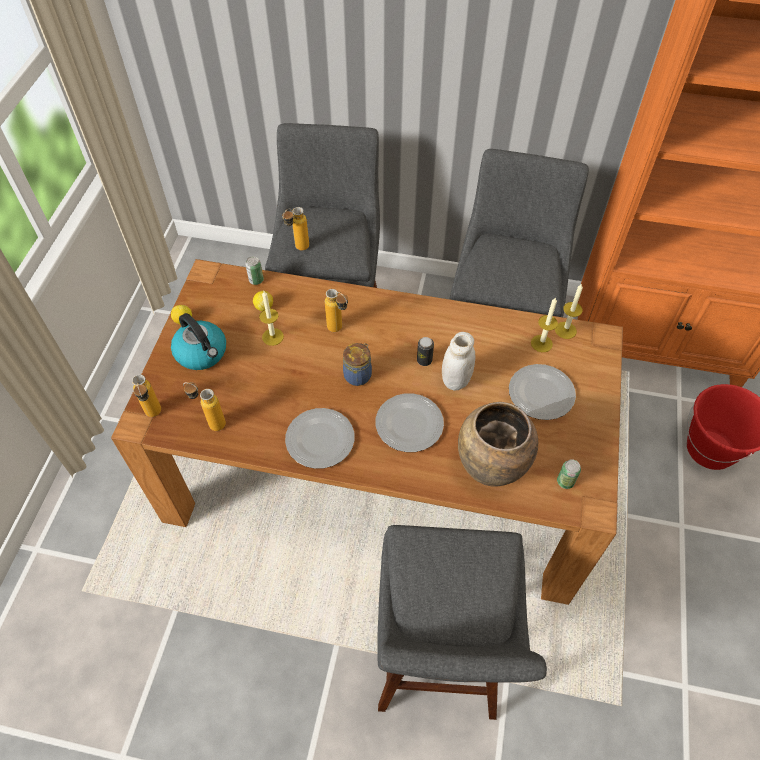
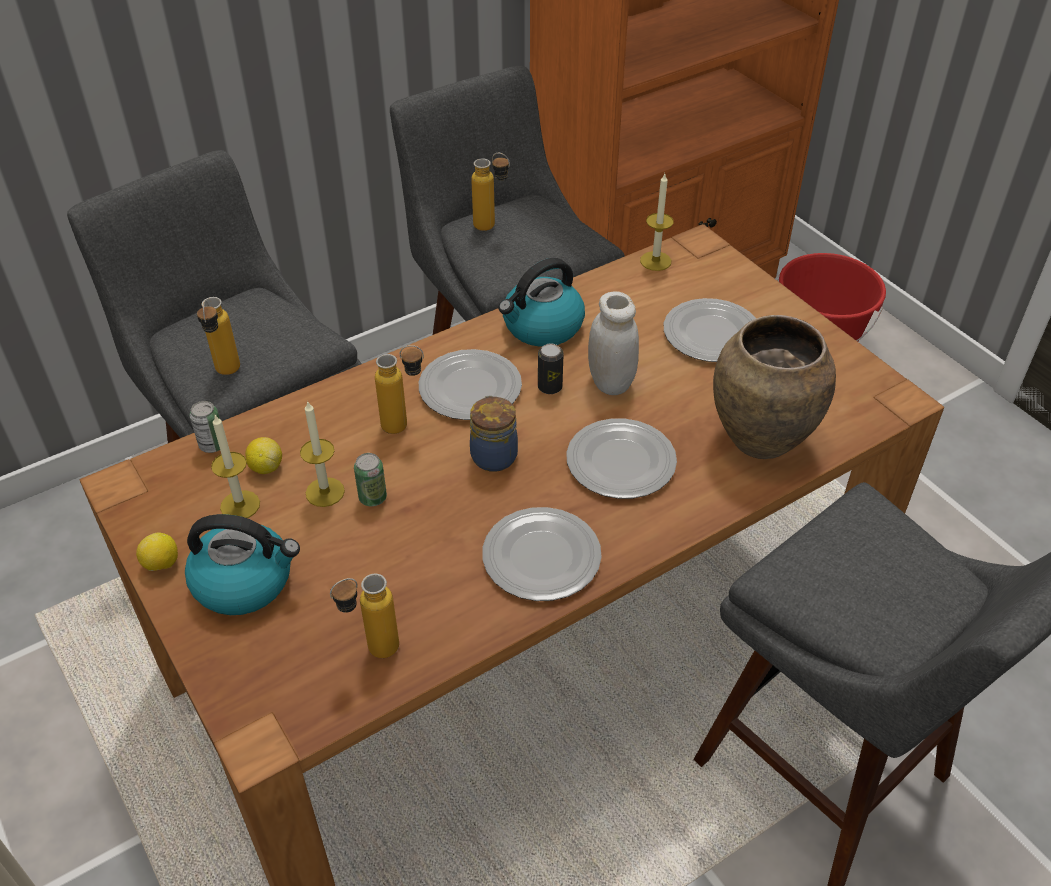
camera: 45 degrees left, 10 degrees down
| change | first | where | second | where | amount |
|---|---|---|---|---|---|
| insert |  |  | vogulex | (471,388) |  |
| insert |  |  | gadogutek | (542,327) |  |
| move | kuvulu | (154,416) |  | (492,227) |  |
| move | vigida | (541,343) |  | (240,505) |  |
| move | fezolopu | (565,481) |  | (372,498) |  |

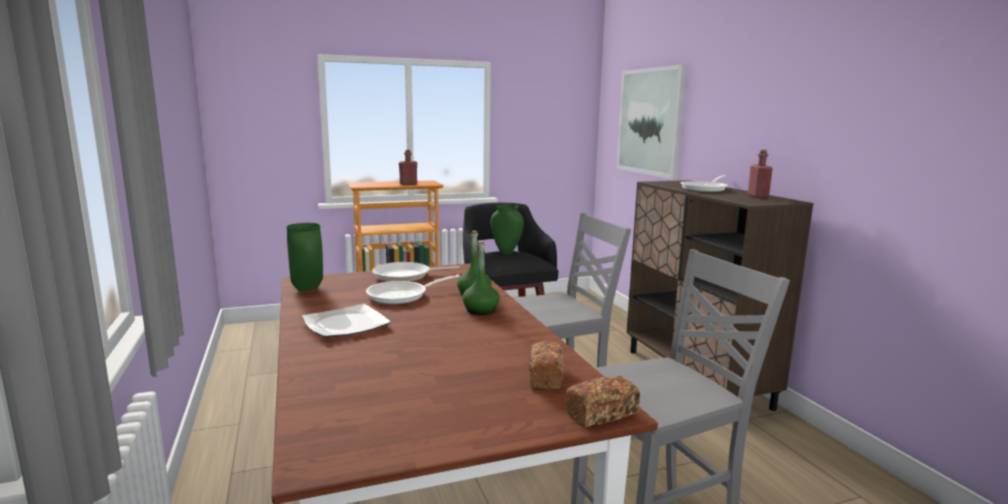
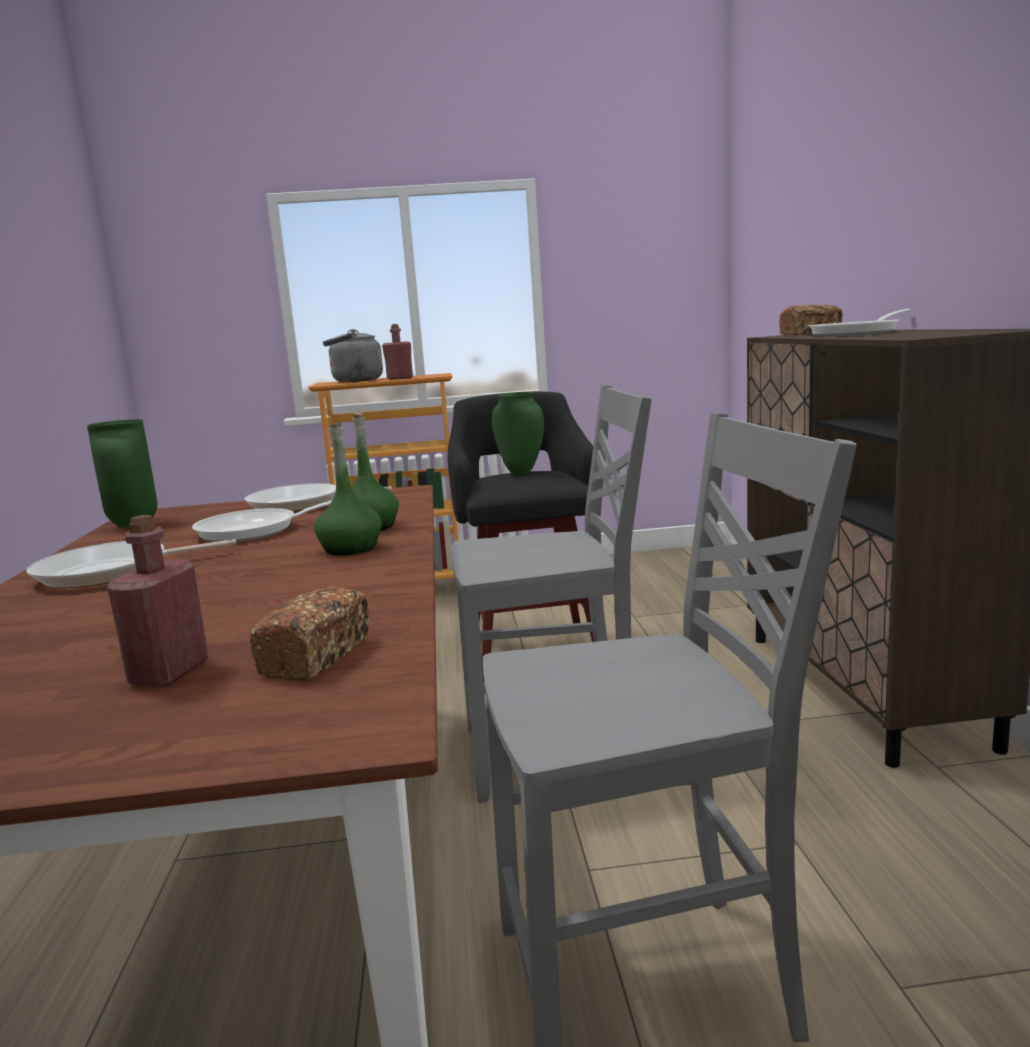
camera: 15 degrees right, 0 degrees up
| change | first | where | second | where | amount |
|---|---|---|---|---|---|
| delete | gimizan | (650,121) |  |  |  |
| insert |  |  | grey_gadogutek | (354,381) |  |
| move | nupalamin | (601,414) |  | (810,334) |  |
| move | red_kuvulu | (757,196) |  | (169,673) |  |
| replace | vogulex | (347,325) | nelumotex | (111,572) |  |

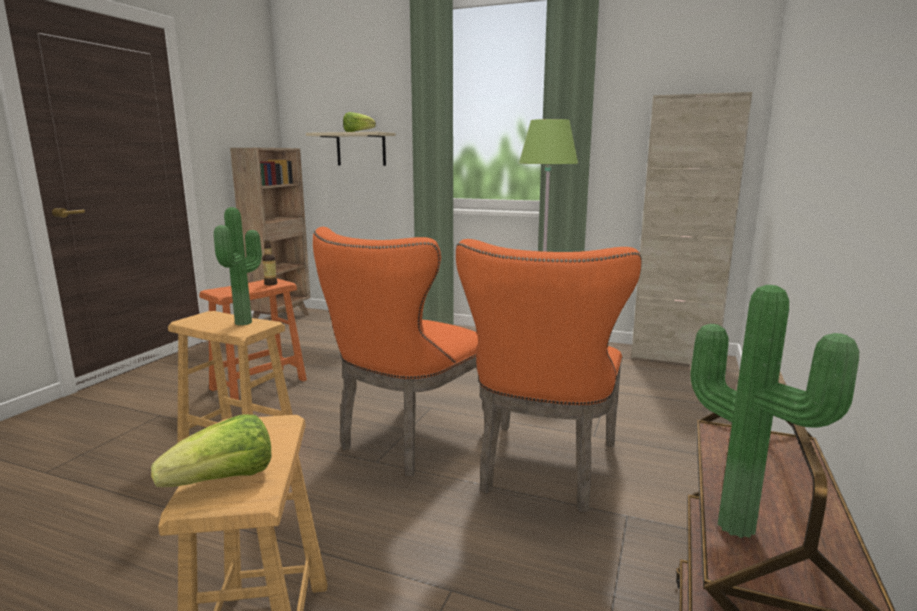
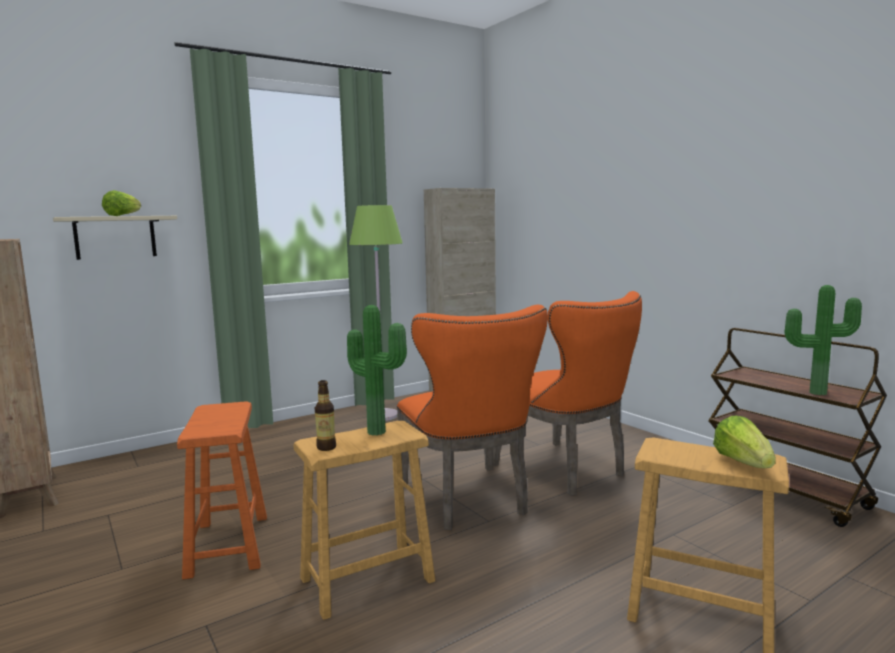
camera: 55 degrees left, 5 degrees down
| change | first | where | second | where | amount |
|---|---|---|---|---|---|
| move | kuvulu | (270,284) |  | (326,447) |  |

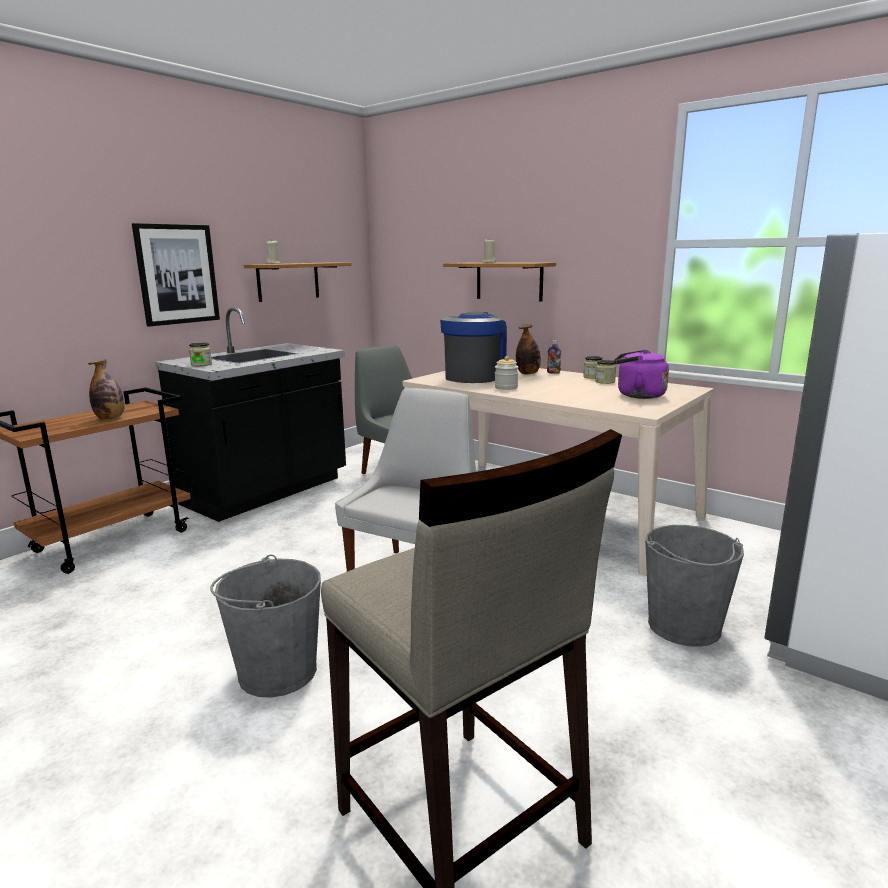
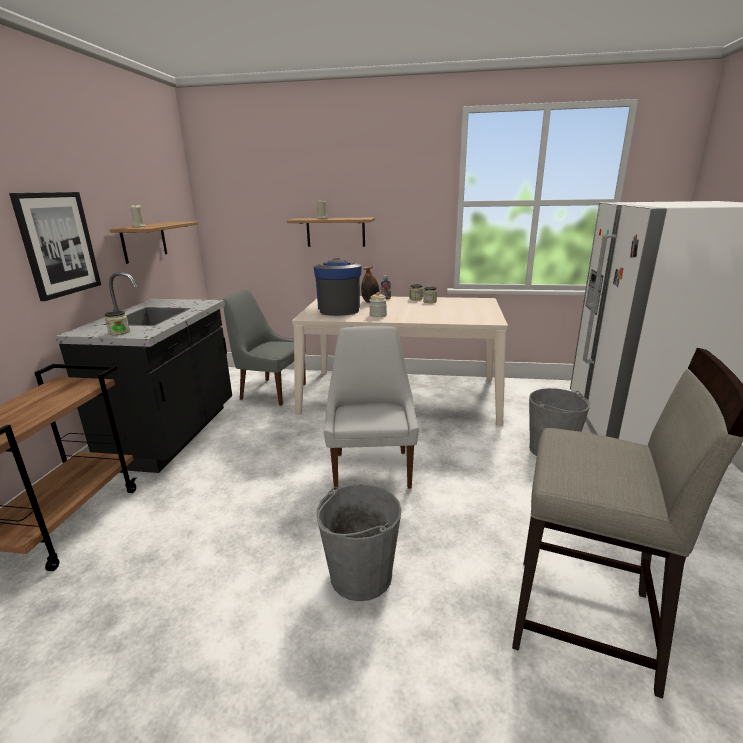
camera: 30 degrees left, 5 degrees up
| change | first | where | second | where | amount |
|---|---|---|---|---|---|
| delete | kuvulu | (110,418) |  |  |  |
| delete | purple_gadogutek | (637,395) |  |  |  |

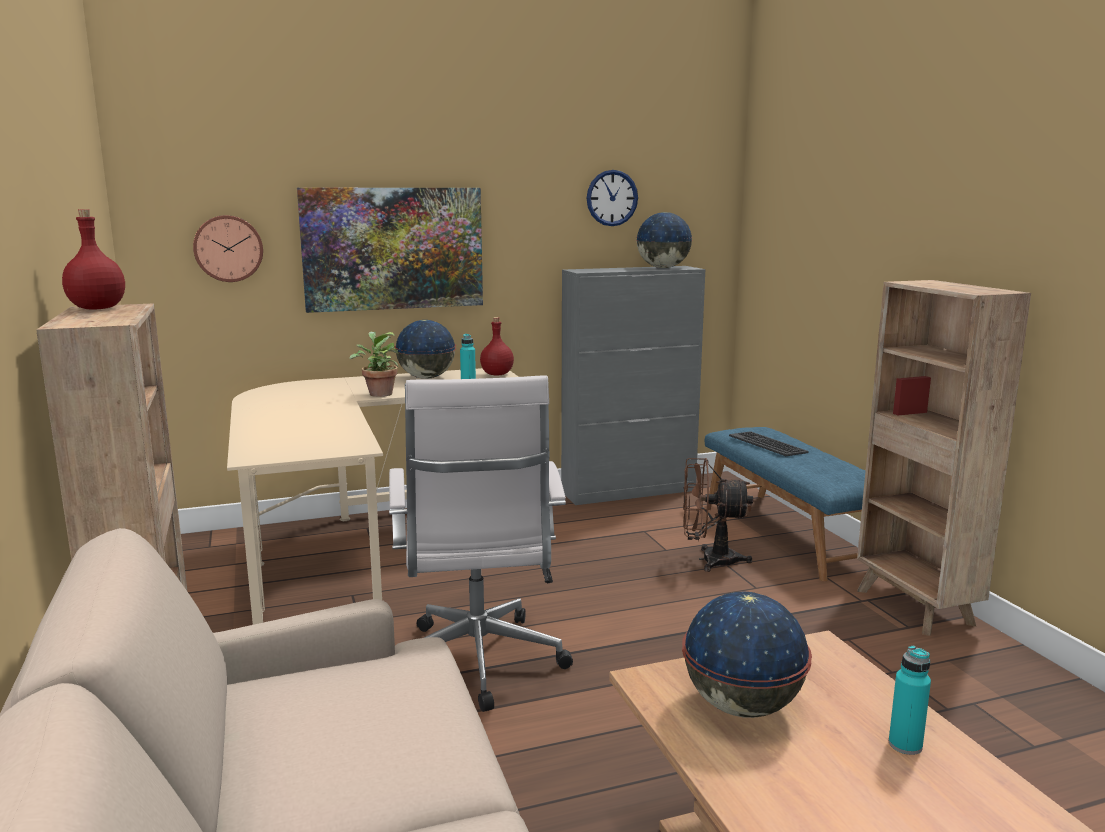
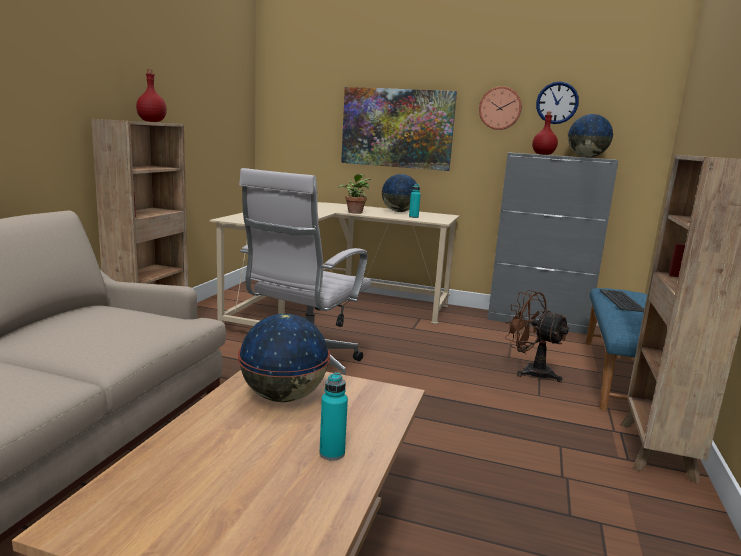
camera: 35 degrees right, 0 degrees up
| change | first | where | second | where | amount |
|---|---|---|---|---|---|
| move | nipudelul | (228,248) |  | (500,108) |  |
| move | red_kuvulu | (496,374) |  | (542,154) |  |

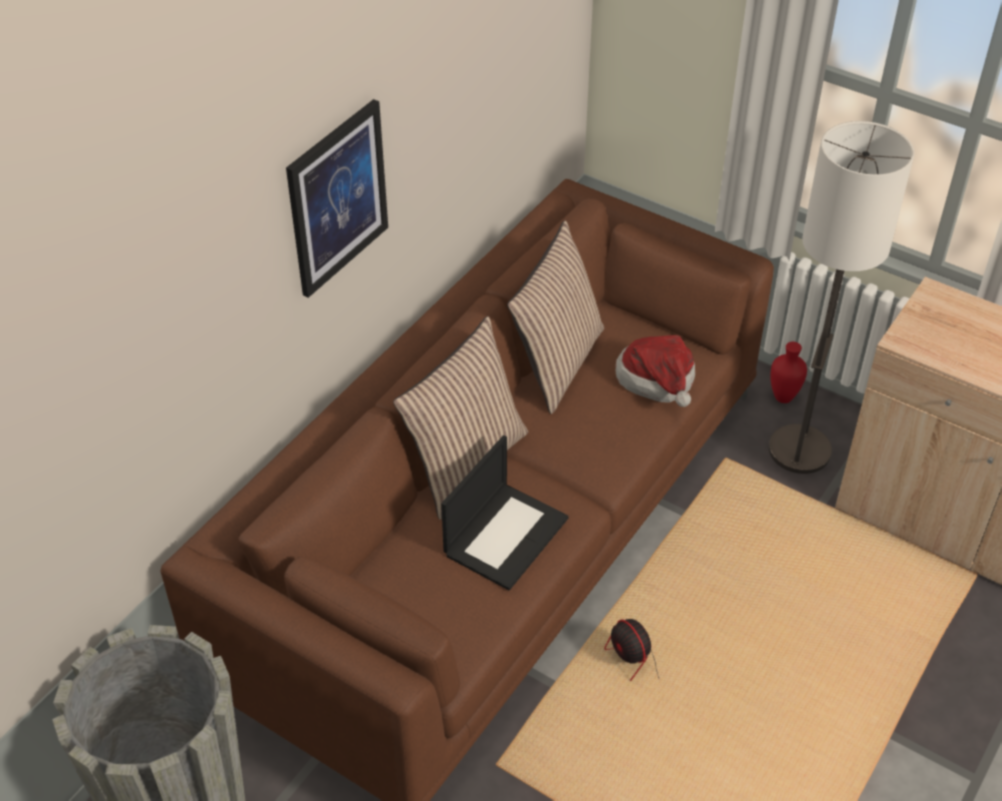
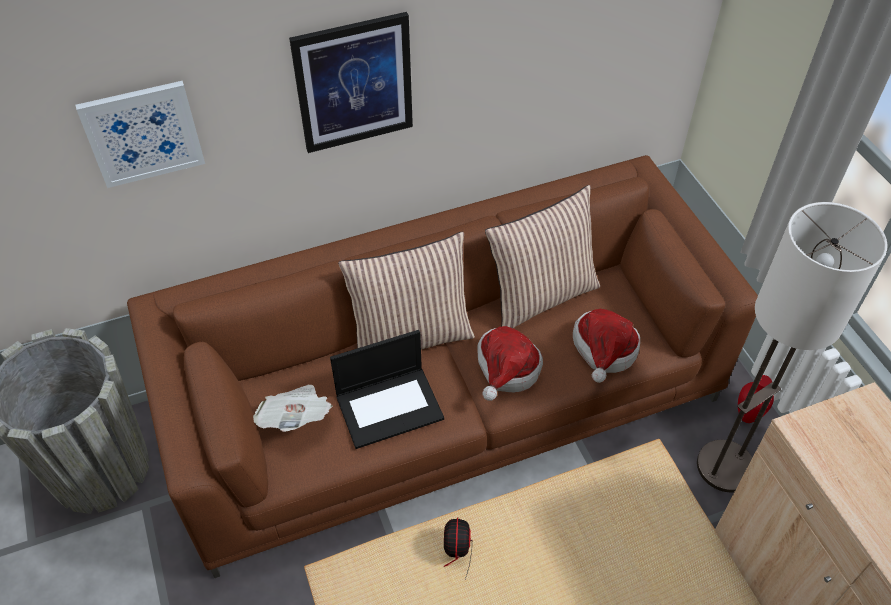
camera: 35 degrees right, 5 degrees up
| change | first | where | second | where | amount |
|---|---|---|---|---|---|
| insert |  |  | gimizan | (143,133) |  |
| insert |  |  | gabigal | (296,418) |  |
| insert |  |  | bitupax | (506,371) |  |

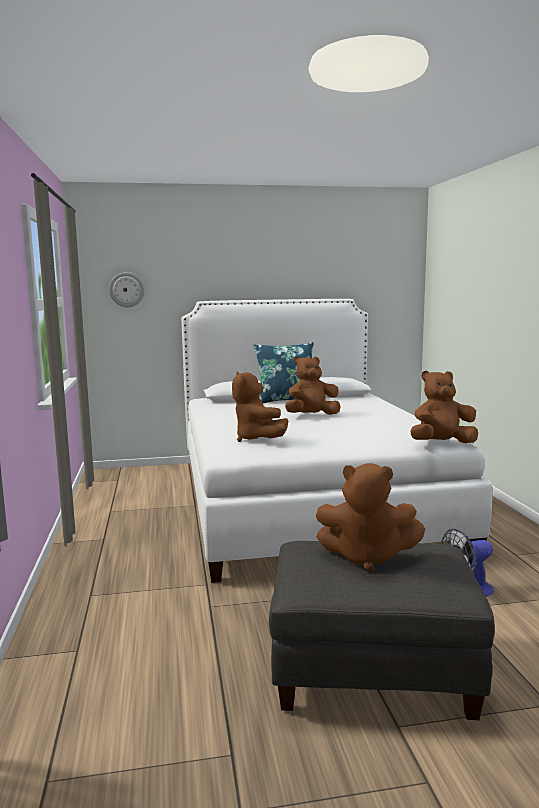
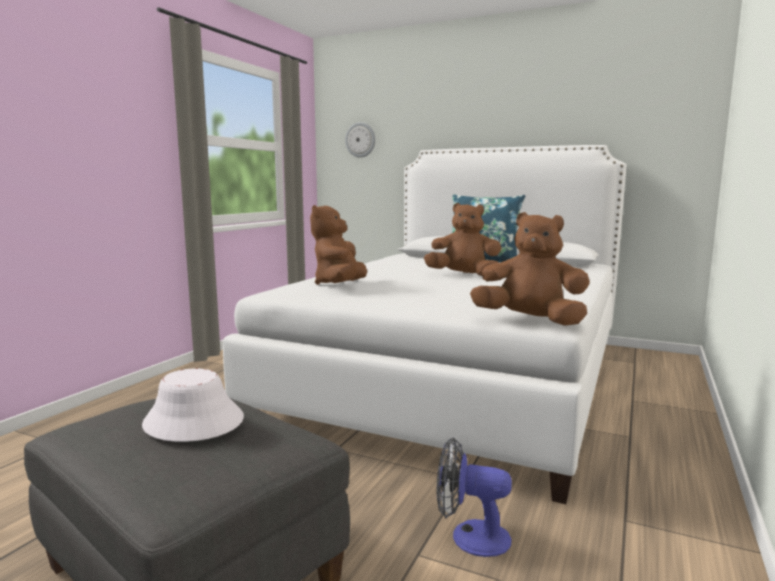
camera: 35 degrees right, 0 degrees up
| change | first | where | second | where | amount |
|---|---|---|---|---|---|
| replace | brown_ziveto | (367,557) | white_bitupax | (193,422) |  |

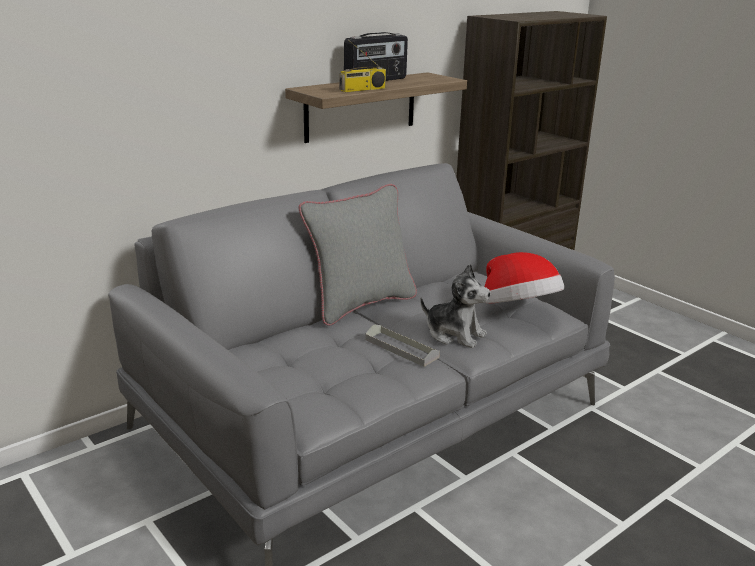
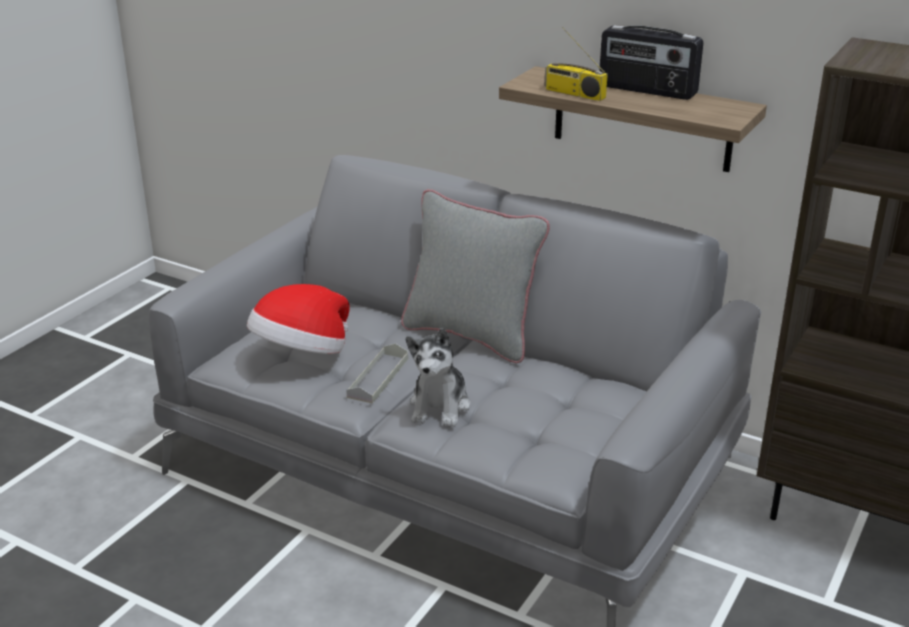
camera: 70 degrees right, 5 degrees up
| change | first | where | second | where | amount |
|---|---|---|---|---|---|
| move | bitupax | (518,310) |  | (302,354) |  |

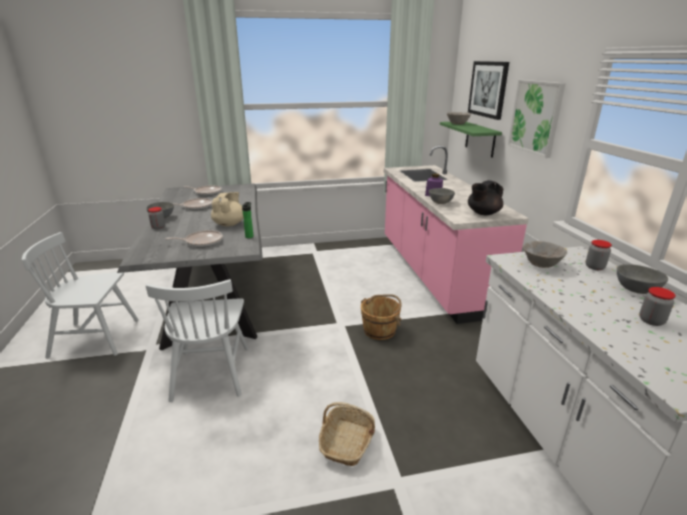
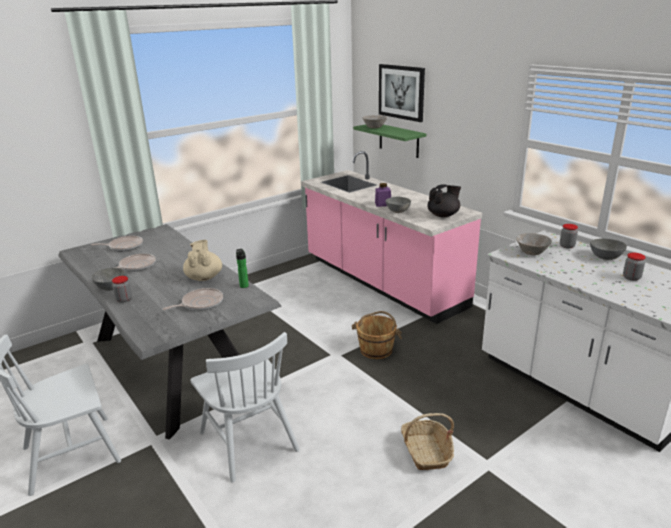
camera: 25 degrees left, 0 degrees up
| change | first | where | second | where | amount |
|---|---|---|---|---|---|
| delete | gimizan | (535,117) |  |  |  |
| rotate | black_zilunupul | (483,213) |  | (443,215) | 150 degrees counterclockwise |

